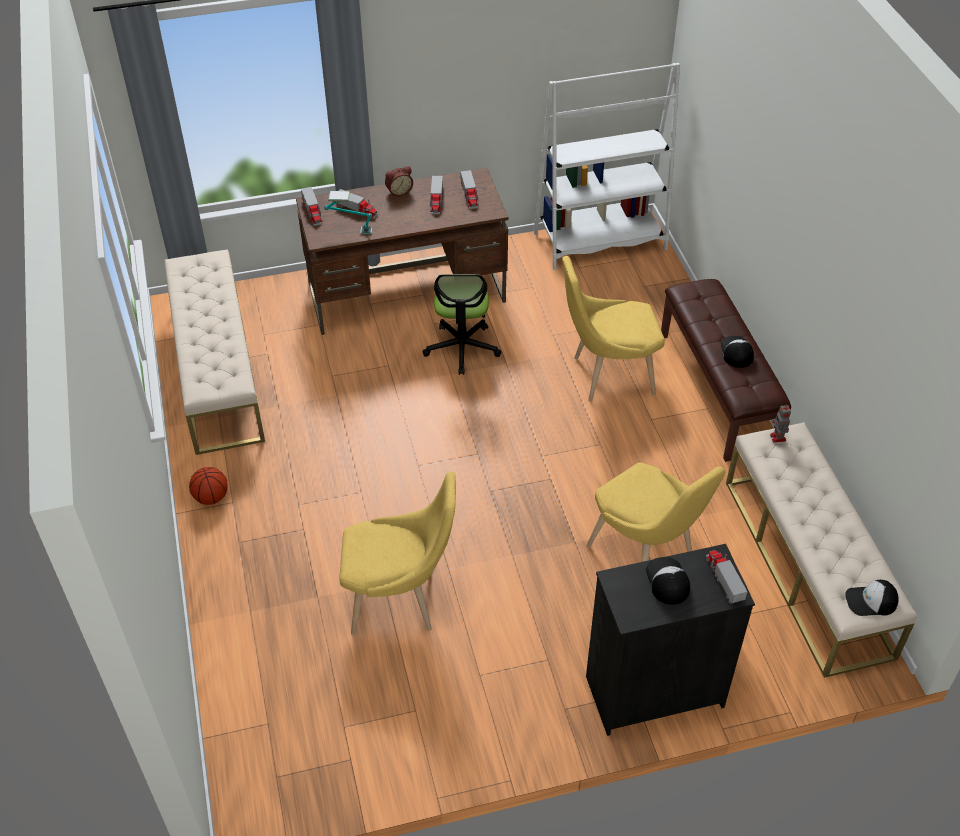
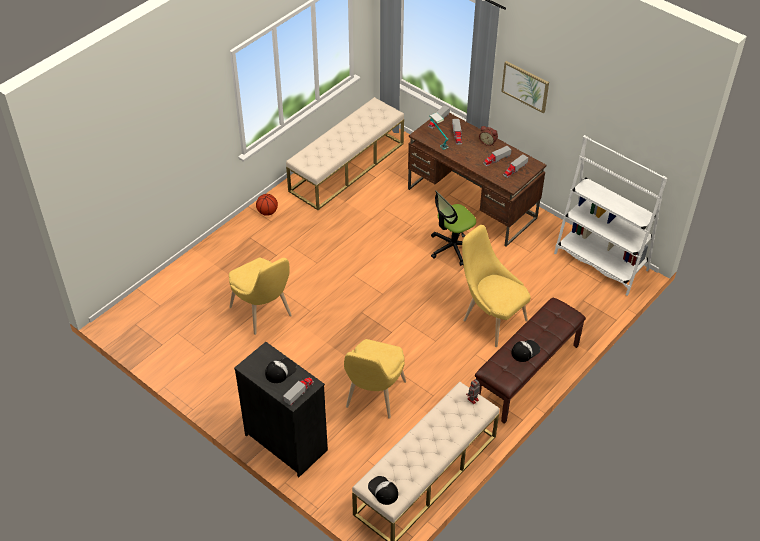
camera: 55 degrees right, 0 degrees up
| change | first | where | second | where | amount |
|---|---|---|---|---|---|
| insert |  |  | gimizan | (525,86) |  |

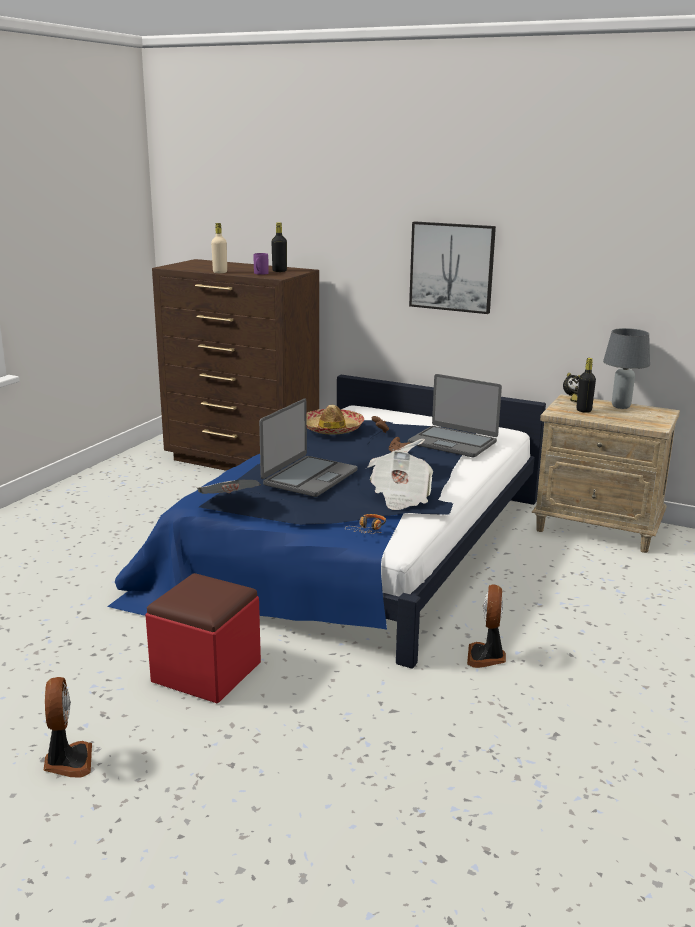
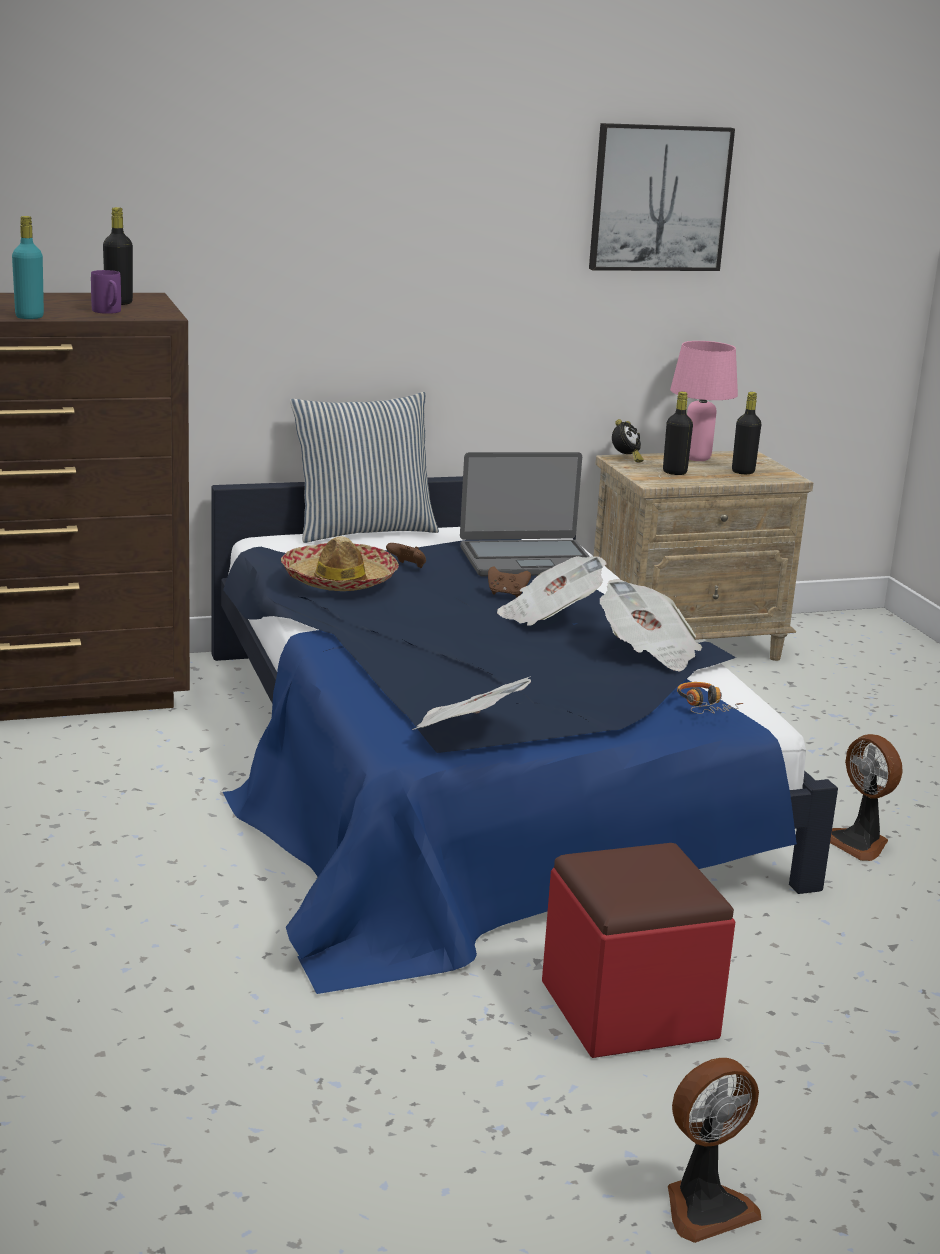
camera: 45 degrees left, 0 degrees up
| change | first | where | second | where | amount |
|---|---|---|---|---|---|
| delete | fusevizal | (309,477) |  |  |  |
| insert |  |  | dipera | (363,531) |  |
| insert |  |  | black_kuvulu | (743,472) |  |
| move | gimizan | (452,267) |  | (659,198) |  |
| recolor | beige_kuvulu | (220,272) | turquoise_kuvulu | (29,317) |  |
| recolor | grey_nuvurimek | (621,406) | pink_nuvurimek | (696,458) |  |
| rotate | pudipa | (67,761) |  | (705,1206) | 120 degrees clockwise |

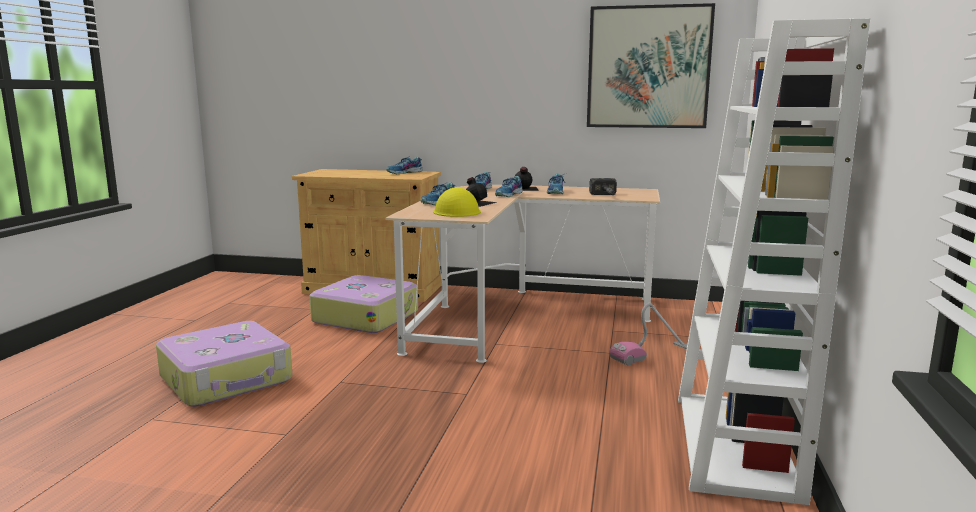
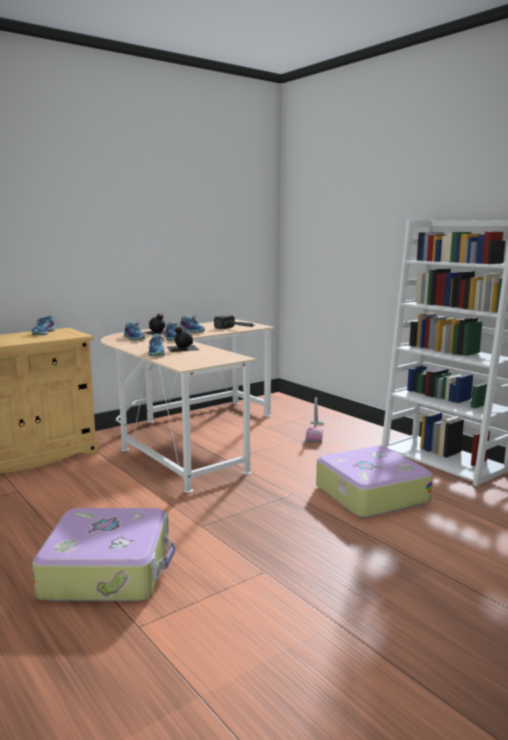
camera: 50 degrees left, 0 degrees up
| change | first | where | second | where | amount |
|---|---|---|---|---|---|
| delete | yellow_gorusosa | (456,211) |  |  |  |
| delete | gimizan | (648,67) |  |  |  |
| move | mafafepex | (366,316) |  | (369,494) |  |

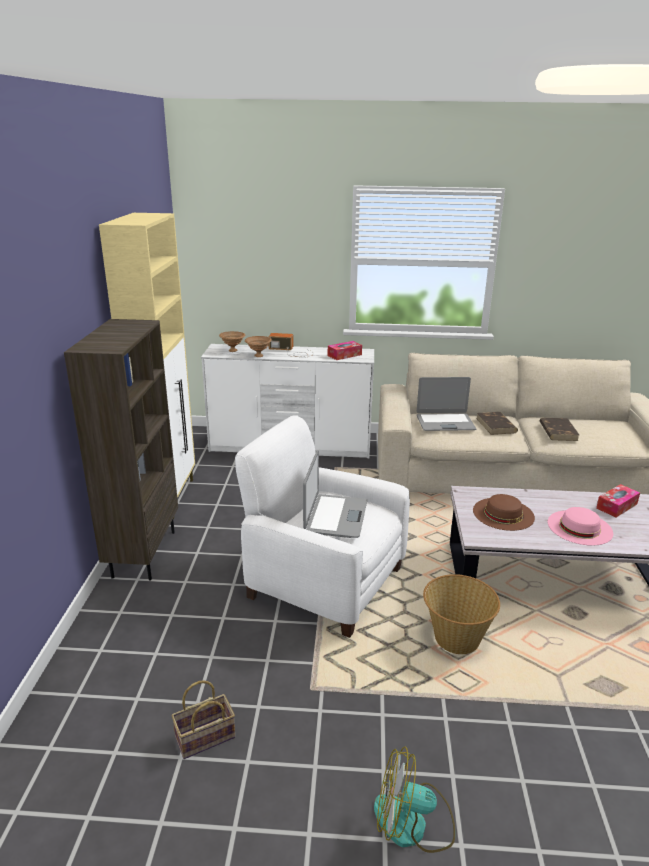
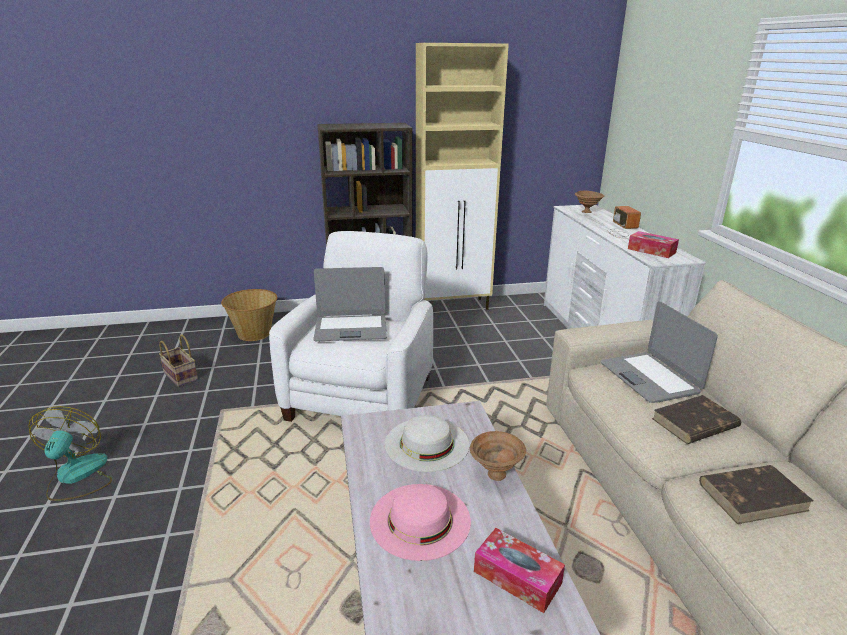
camera: 75 degrees right, 0 degrees up
| change | first | where | second | where | amount |
|---|---|---|---|---|---|
| move | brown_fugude | (259,356) |  | (495,475) |  |
| move | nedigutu | (456,639) |  | (254,333) |  |
| recolor | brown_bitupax | (503,514) | white_bitupax | (426,443) |  |

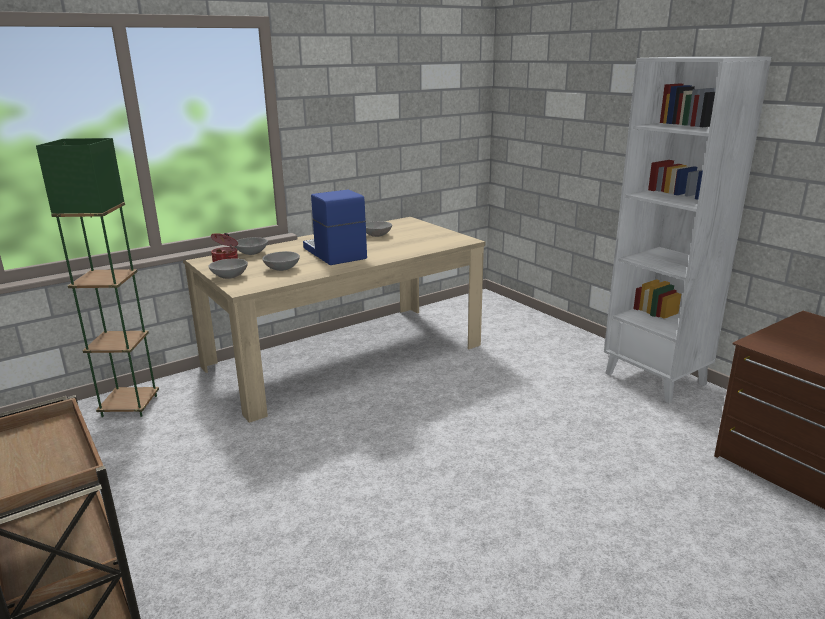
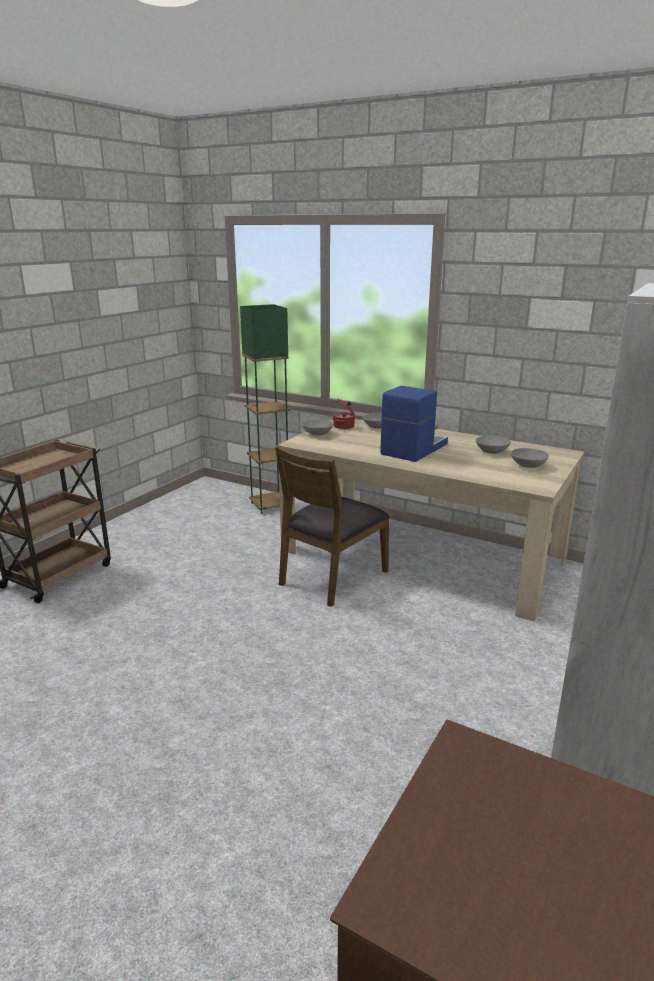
camera: 65 degrees right, 0 degrees up
| change | first | where | second | where | amount |
|---|---|---|---|---|---|
| insert |  |  | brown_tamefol | (332,577) |  |
| move | grey_fugude | (282,268) |  | (528,465) |  |

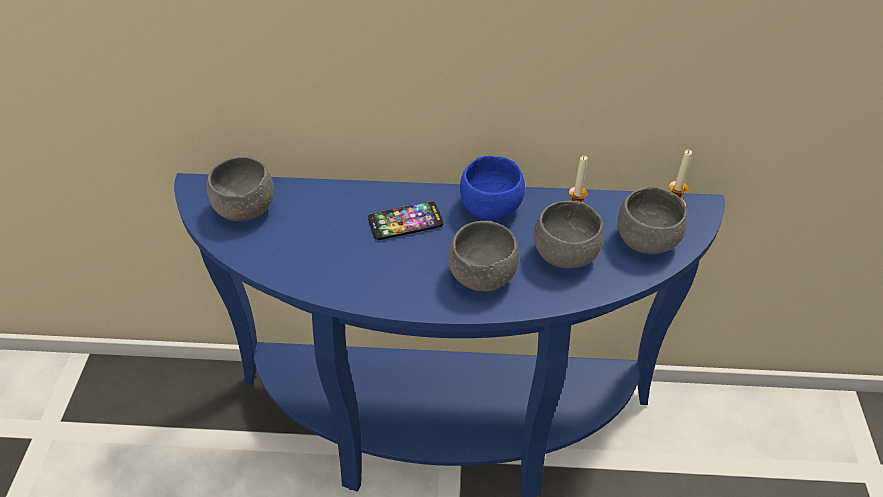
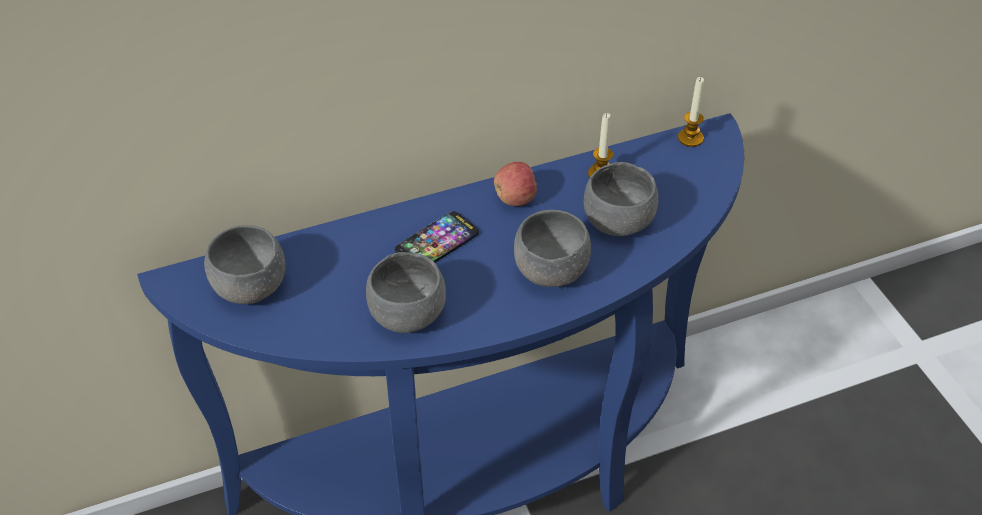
camera: 25 degrees left, 0 degrees up
| change | first | where | second | where | amount |
|---|---|---|---|---|---|
| move | grey_fugude | (646,241) |  | (407,315) |  |
| replace | blue_fugude | (490,208) | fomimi | (516,198) |  |

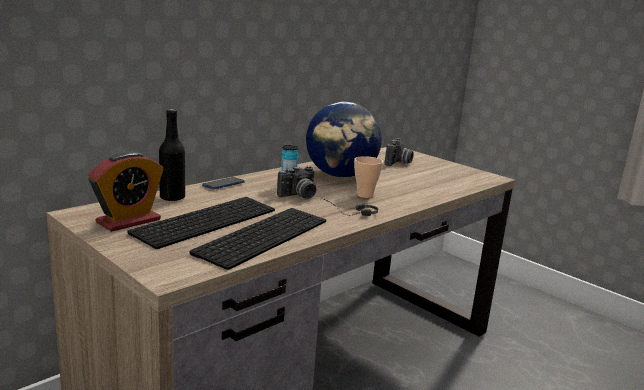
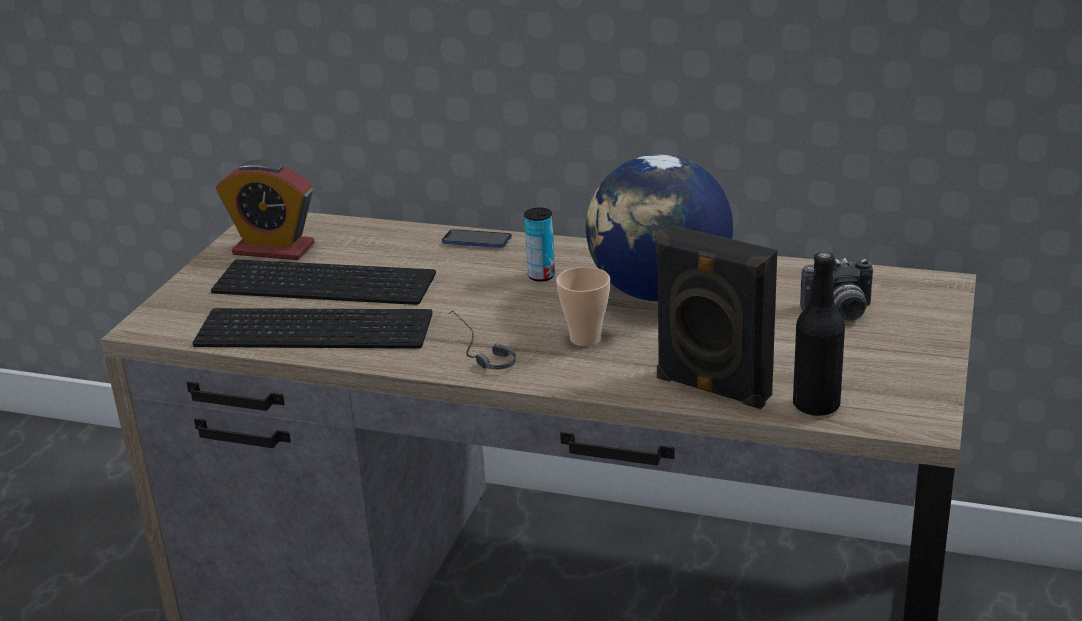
camera: 65 degrees right, 10 degrees up
| change | first | where | second | where | amount |
|---|---|---|---|---|---|
| delete | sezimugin | (299,196) |  |  |  |
| insert |  |  | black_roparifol | (711,389) |  |
| move | black_kuvulu | (172,198) |  | (816,405) |  |

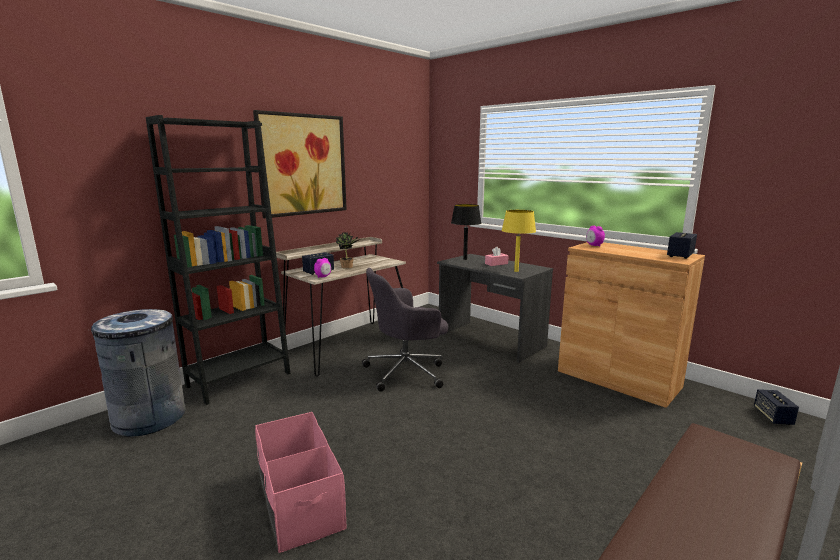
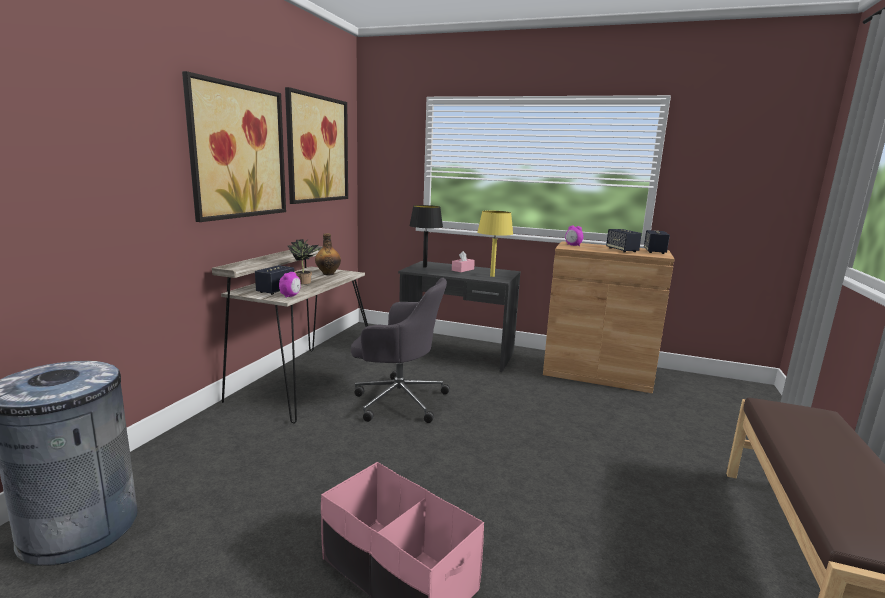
camera: 25 degrees left, 0 degrees up
| change | first | where | second | where | amount |
|---|---|---|---|---|---|
| delete | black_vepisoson | (239,379) |  |  |  |
| insert |  |  | gimizan | (317,149) |  |
| insert |  |  | kuvulu | (328,274) |  |
| move | roparifol | (773,417) |  | (622,250) |  |
| rotate | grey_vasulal | (407,372) |  | (398,399) | 120 degrees counterclockwise |

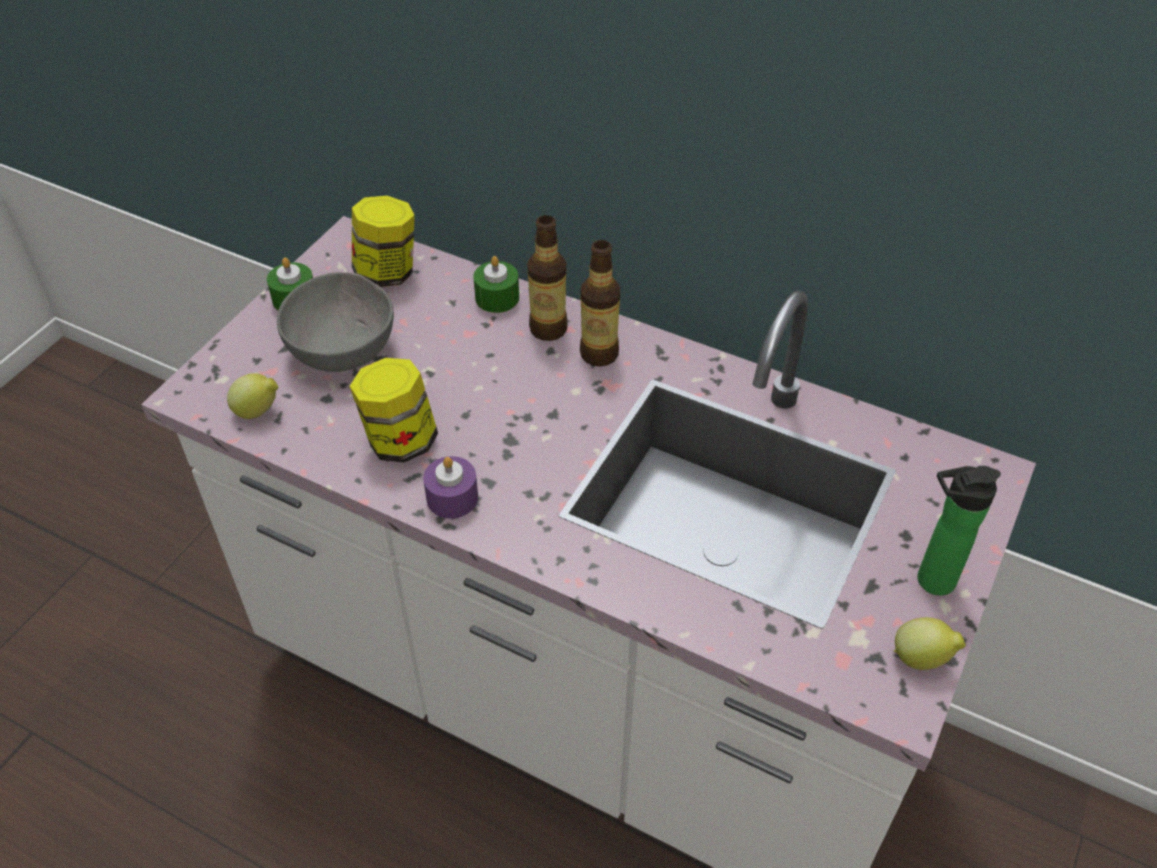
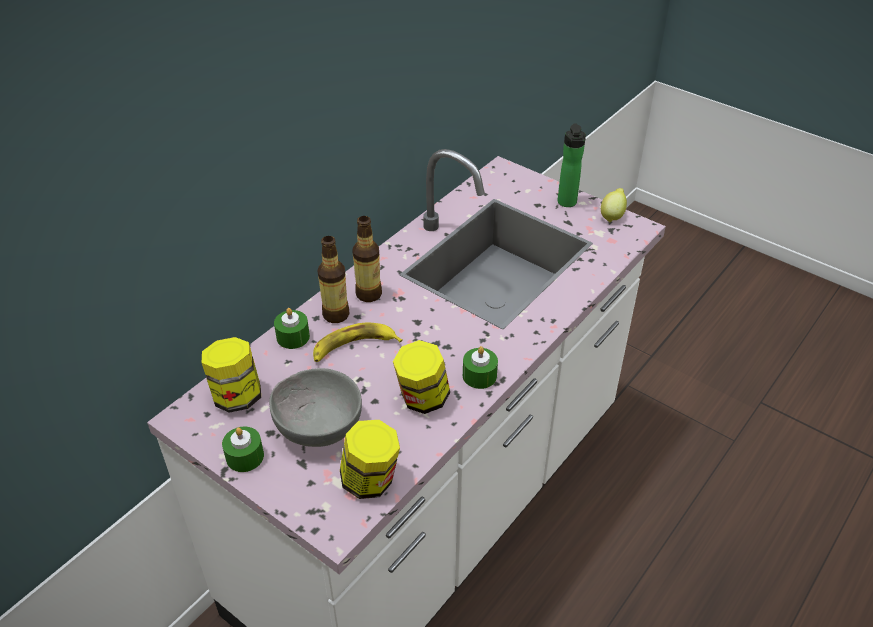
camera: 80 degrees left, 5 degrees down
| change | first | where | second | where | amount |
|---|---|---|---|---|---|
| insert |  |  | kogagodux | (354,347) |  |
| replace | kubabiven | (258,411) | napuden | (370,481) |  |
| recolor | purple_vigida | (452,498) | green_vigida | (479,376) |  |

